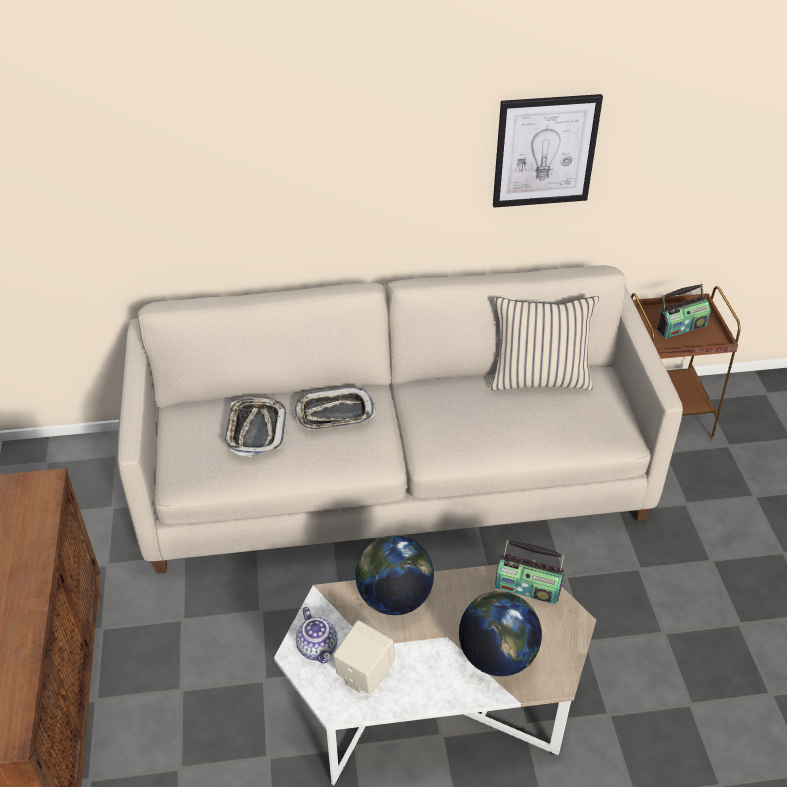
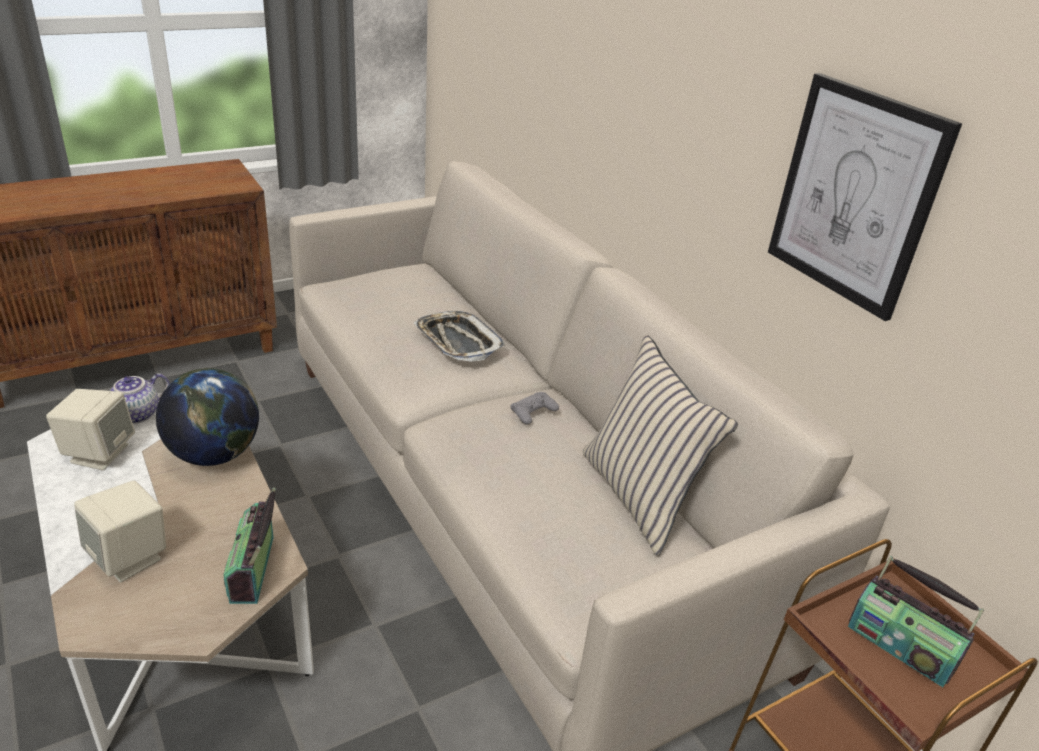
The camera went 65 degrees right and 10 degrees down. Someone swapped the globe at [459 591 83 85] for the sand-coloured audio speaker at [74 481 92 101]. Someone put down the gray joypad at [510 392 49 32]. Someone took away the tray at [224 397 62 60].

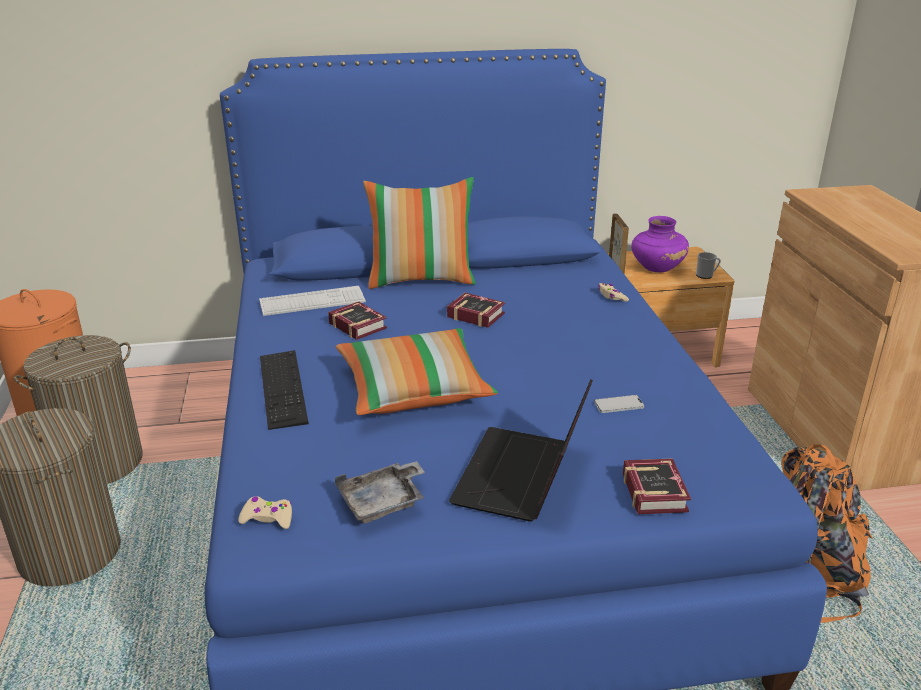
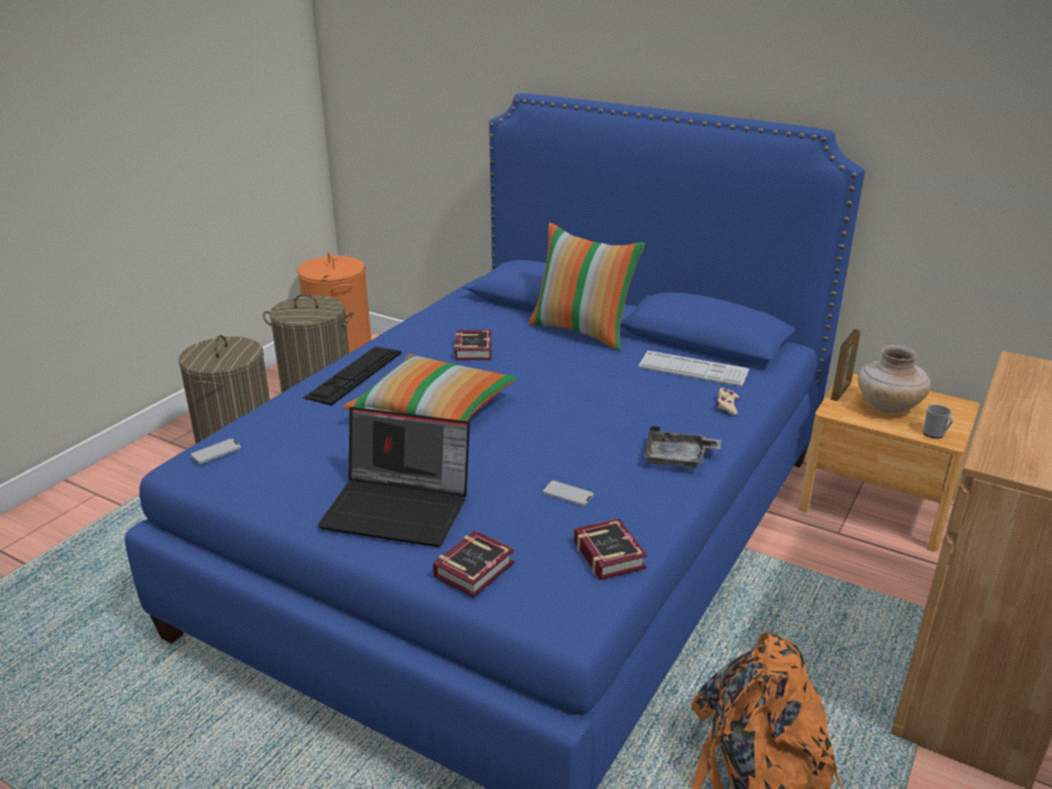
The camera went 40 degrees right and 0 degrees up. Someone swapped the sand-coloured joypad at [238 496 54 33] for the telephone at [190 438 51 26]. Someone rotated the portable computer at [449 379 144 143] by 135 degrees counterclockwise. Someone carried the volume from [447 293 58 35] to [574 518 73 62]. Someone carried the PC keyboard from [259 286 107 30] to [638 351 111 36]. Someone carried the gray tray from [335 461 90 63] to [643 426 78 42]. Someone repainted the purple-coloured vase at [631 216 58 56], which became the sand-coloured vase at [858 345 73 69].

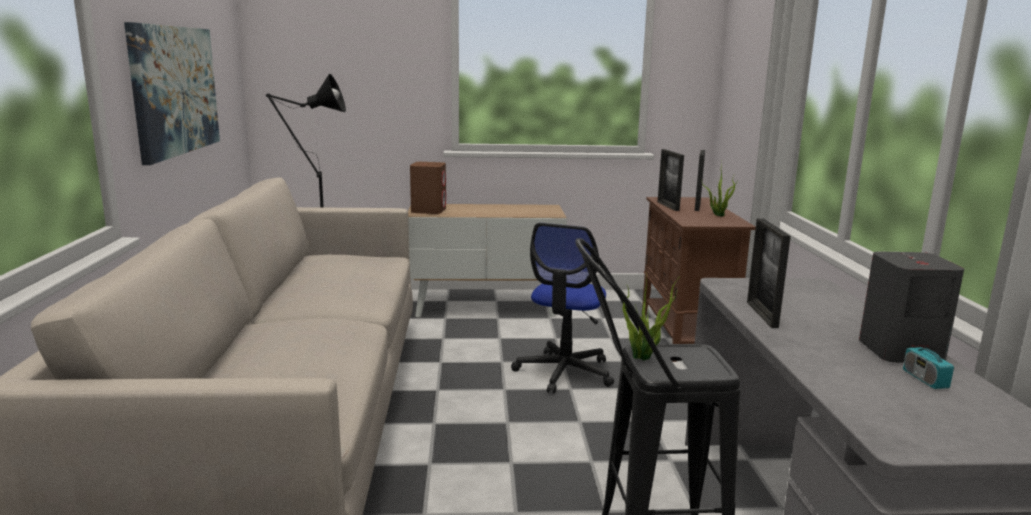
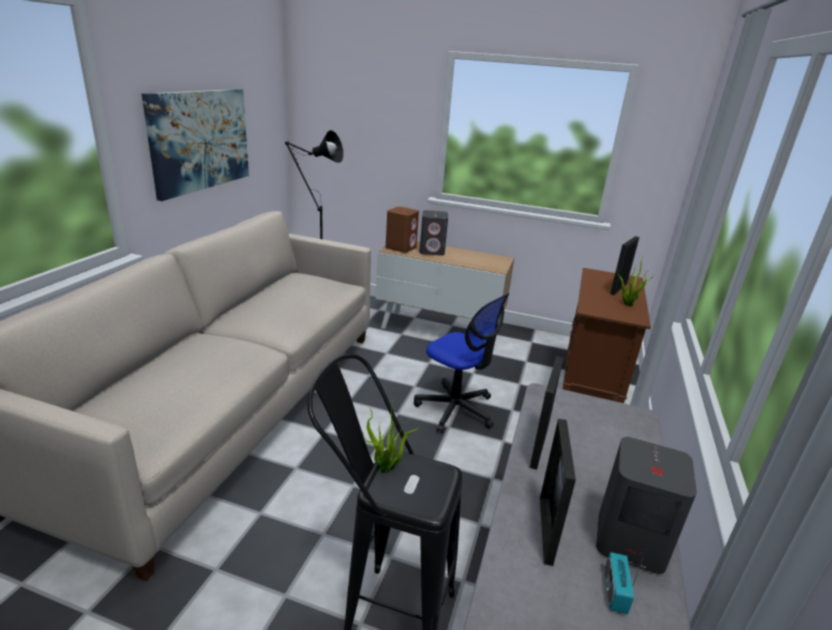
The camera went 20 degrees right and 10 degrees up. Someone rotated the computer chair at [511 223 103 171] by 90 degrees counterclockwise. Someone put down the gray audio speaker at [419 210 29 46]. Someone carried the photo frame from [658 149 26 62] to [540 419 36 147].

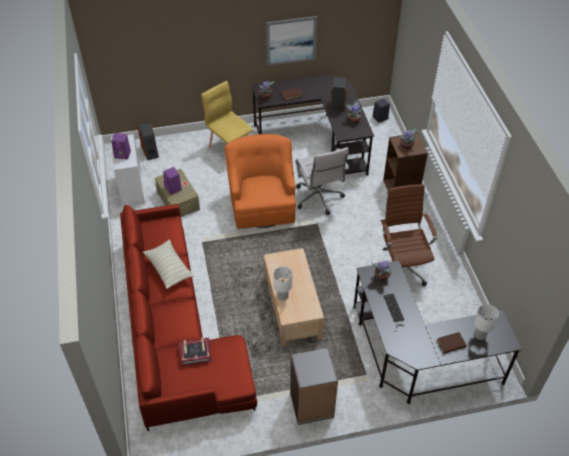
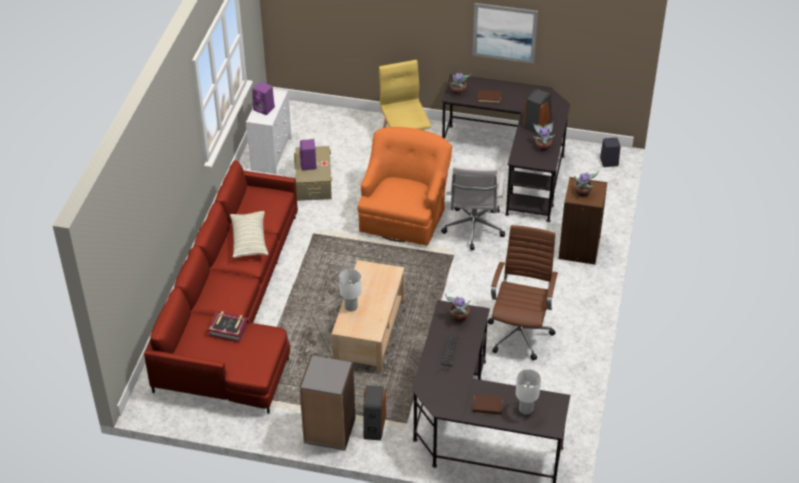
The camera went 25 degrees right and 5 degrees down. Someone carried the audio speaker from [138 122 21 38] to [363 385 23 55].

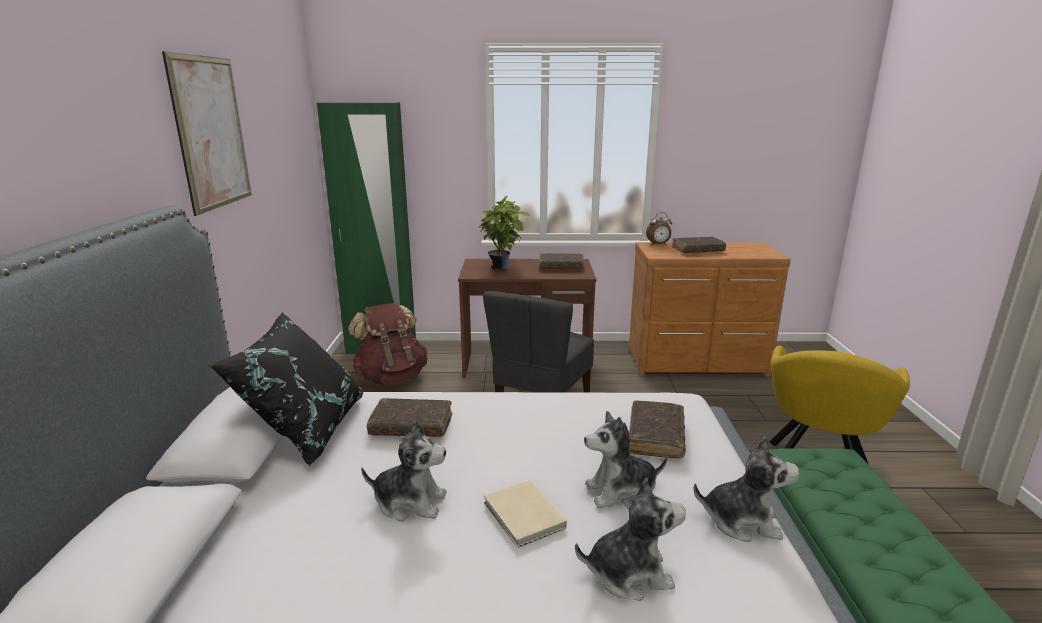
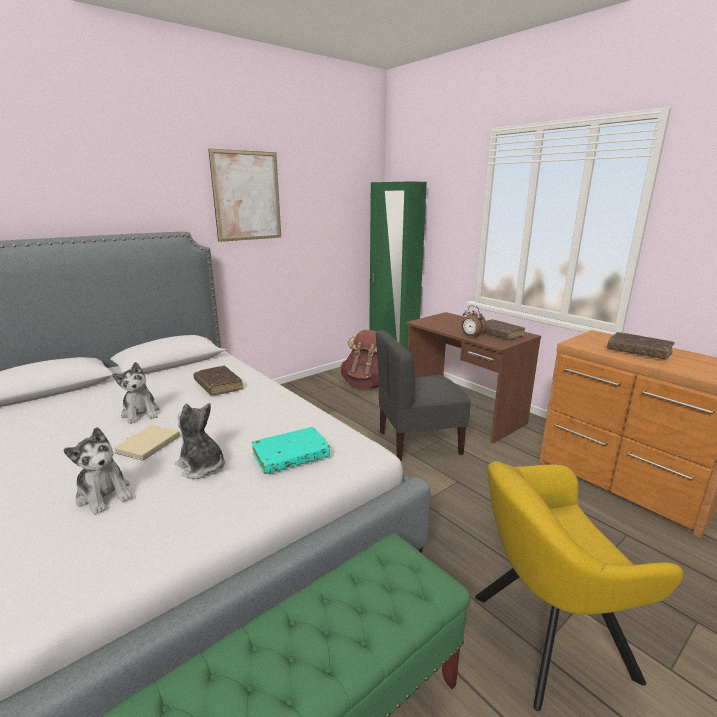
The camera went 50 degrees right and 0 degrees up. Someone repainted the brown volume at [629 400 57 58], which became the turquoise-coloured volume at [251 427 79 47]. Someone carried the bedside clock from [646 212 26 33] to [461 306 25 32]. Someone took away the black throw pillow at [209 312 154 154]. Someone took away the plant in a pot at [479 196 51 74]. Someone took away the cuddly toy at [693 436 107 106].

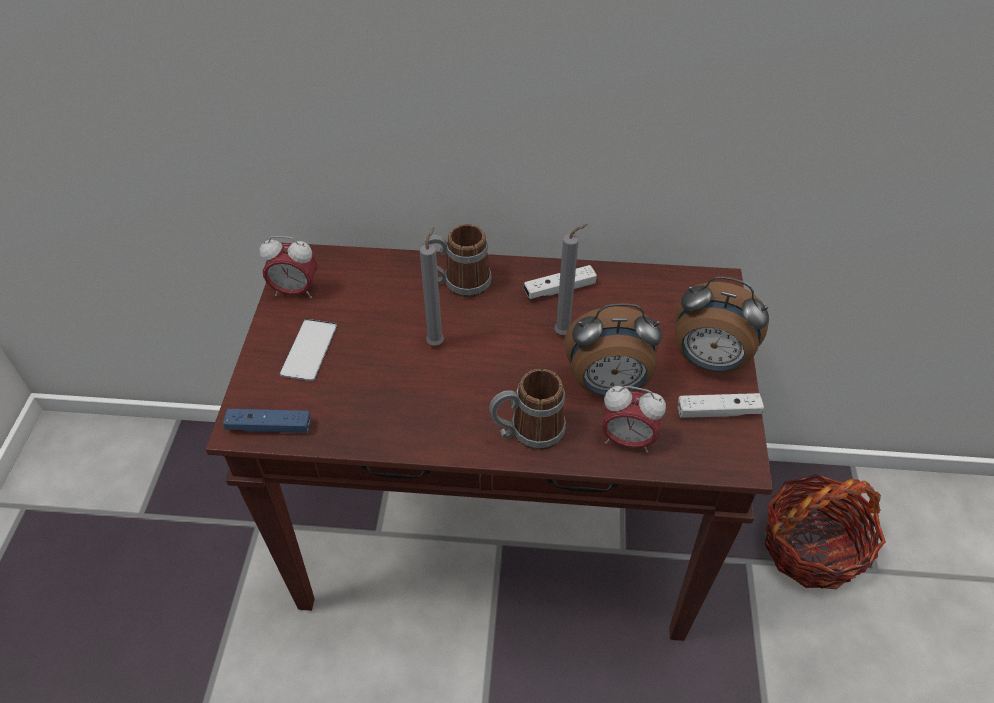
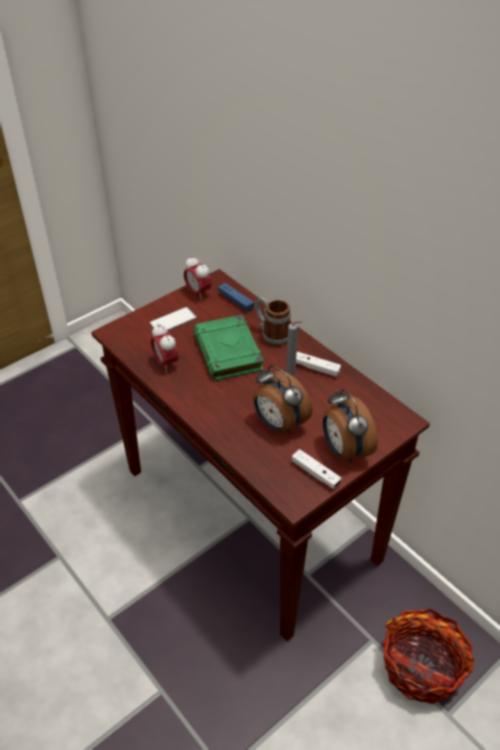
The camera went 45 degrees right and 5 degrees down. Someone carried the bedside clock from [601 386 65 67] to [151 324 27 48]. Someone swapped the gray wax light at [420 227 24 119] for the green volume at [193 315 71 66]. Someone carried the blue-coloured joypad from [223 409 88 24] to [218 283 36 29]. Someone took away the coffee mug at [489 369 77 82].

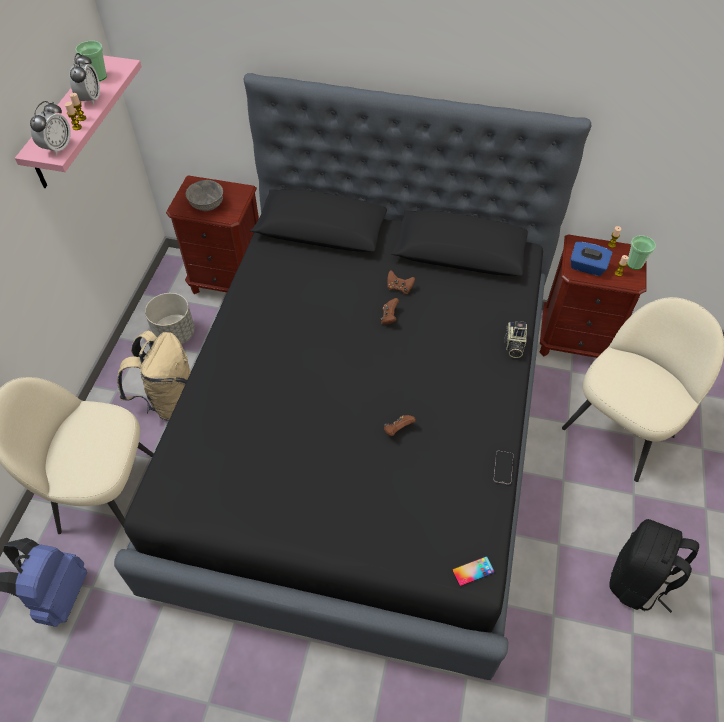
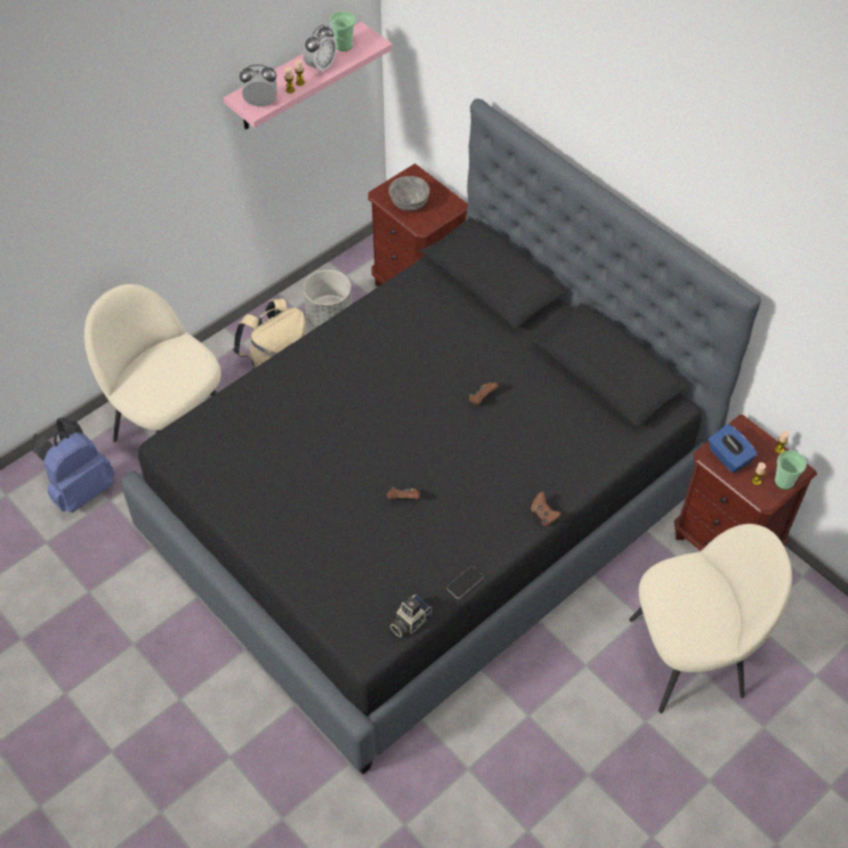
The camera went 35 degrees right and 0 degrees up. Someone rotated the bedside clock at [30 101 41 55] by 150 degrees counterclockwise. Someone carried the still camera from [504 321 23 37] to [390 595 42 42]. Someone carried the brown joypad from [387 270 28 24] to [531 492 31 34]. Someone took away the telephone at [452 556 43 30]. Someone took away the black backpack at [609 519 90 94].

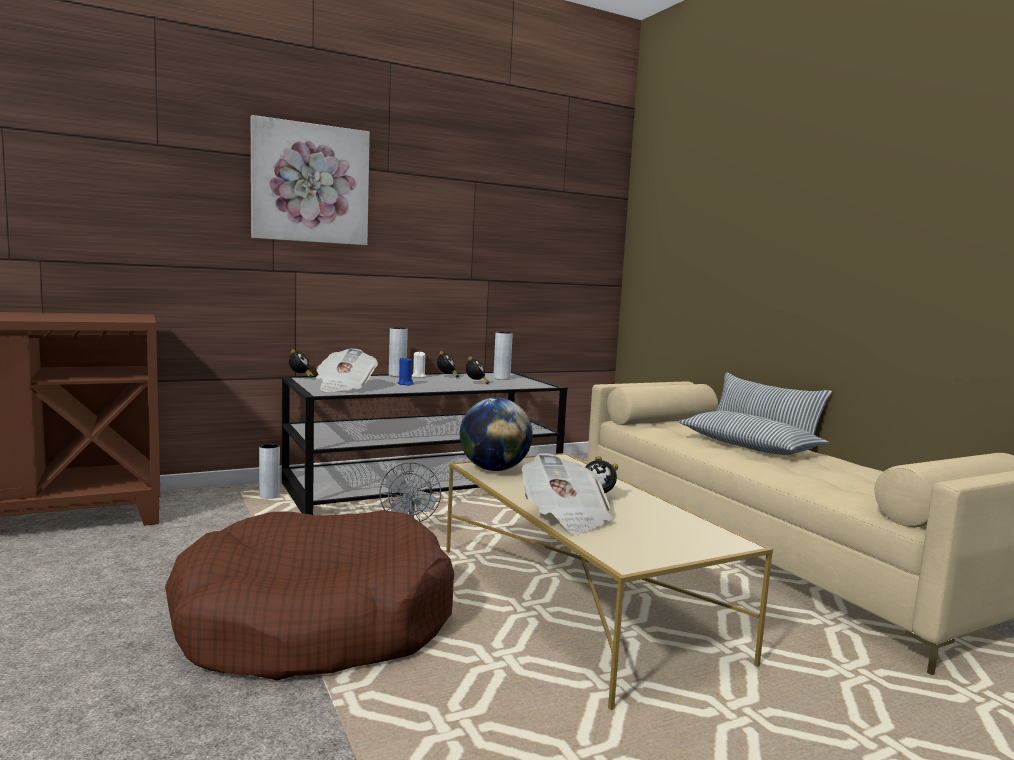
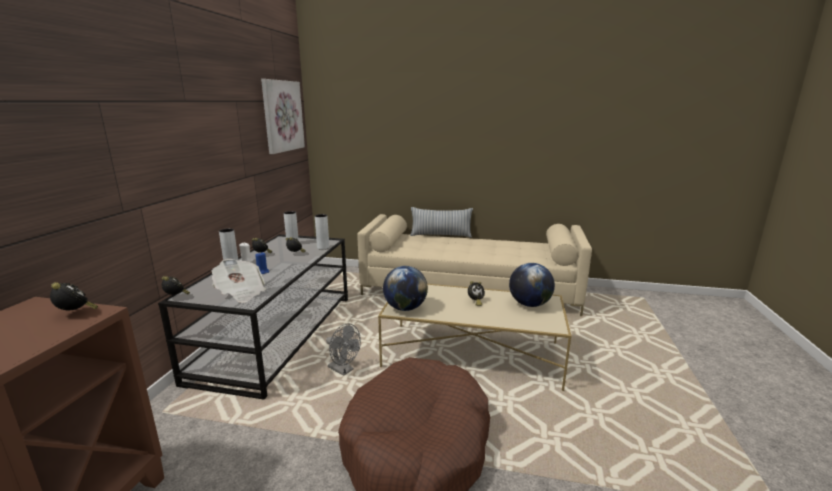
The camera went 50 degrees left and 10 degrees up. Someone put down the bedside clock at [50 282 48 28]. Someone carried the wall art from [251 115 119 130] to [261 79 44 75]. Someone carried the gray vase from [259 444 21 55] to [315 214 14 35]. Someone put down the globe at [509 263 46 44]. Someone took away the printed paper at [522 453 91 83]. Someone took away the throw pillow at [678 411 151 44].

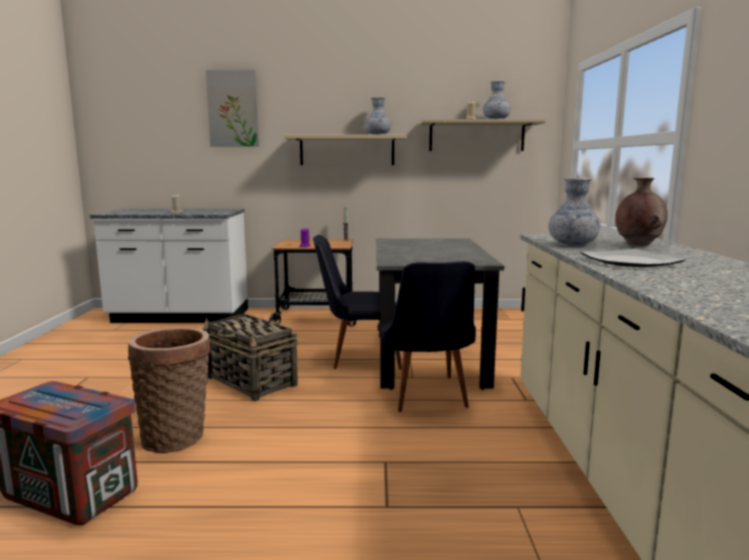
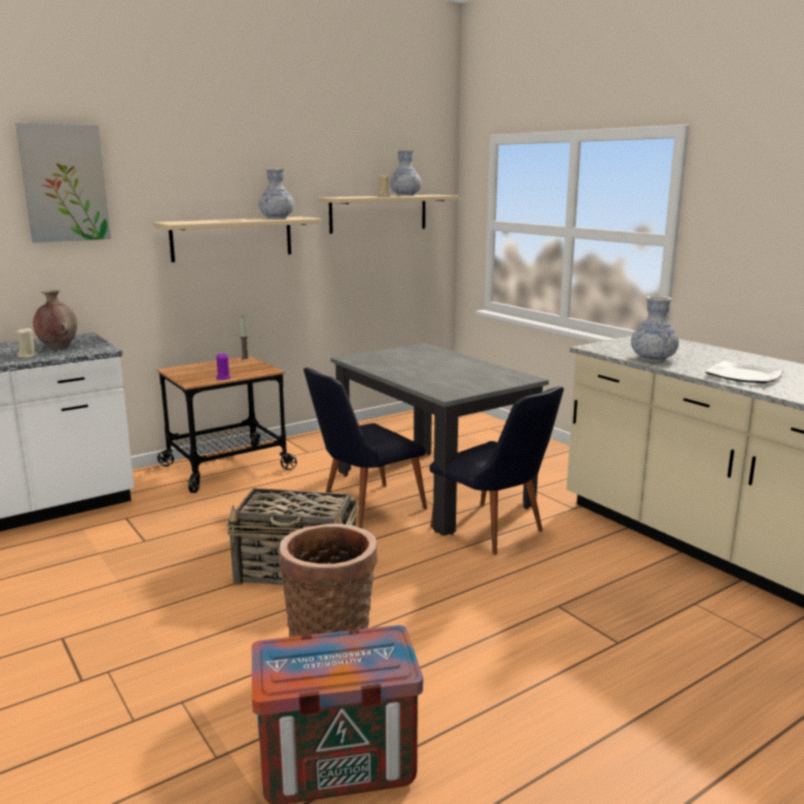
The camera went 35 degrees left and 5 degrees up. Someone carried the brown vase from [615 178 53 68] to [33 290 44 59].

